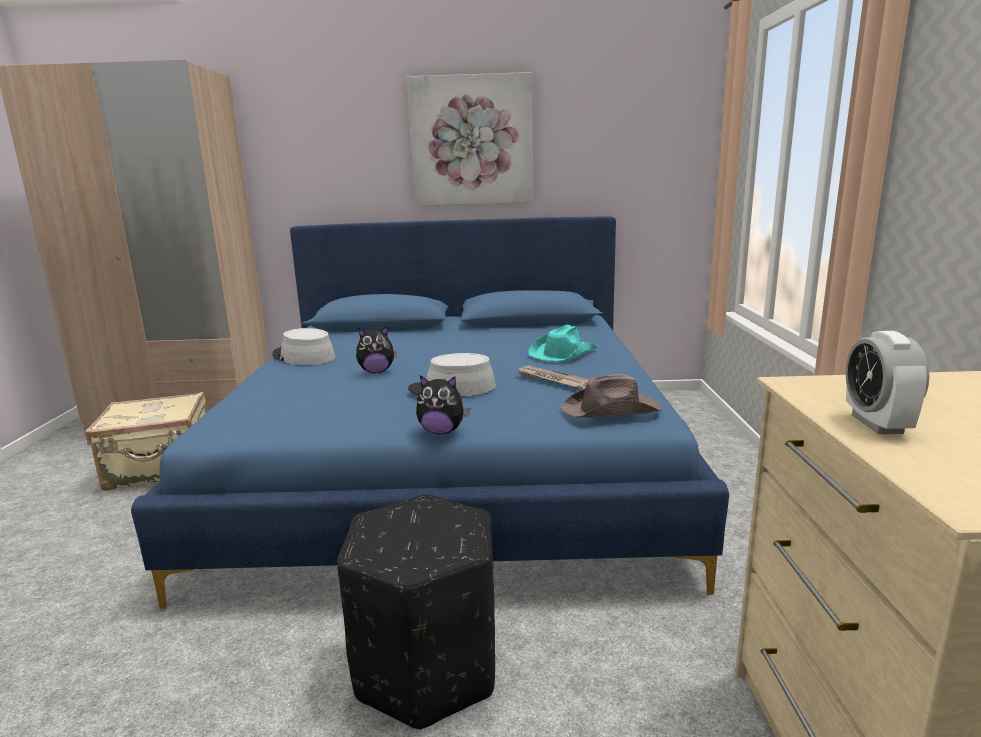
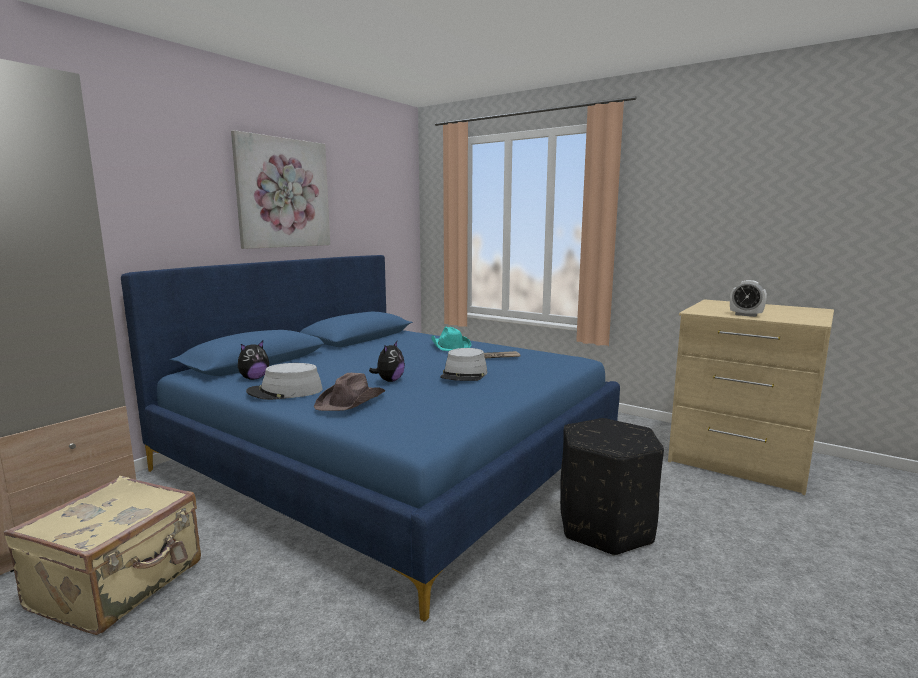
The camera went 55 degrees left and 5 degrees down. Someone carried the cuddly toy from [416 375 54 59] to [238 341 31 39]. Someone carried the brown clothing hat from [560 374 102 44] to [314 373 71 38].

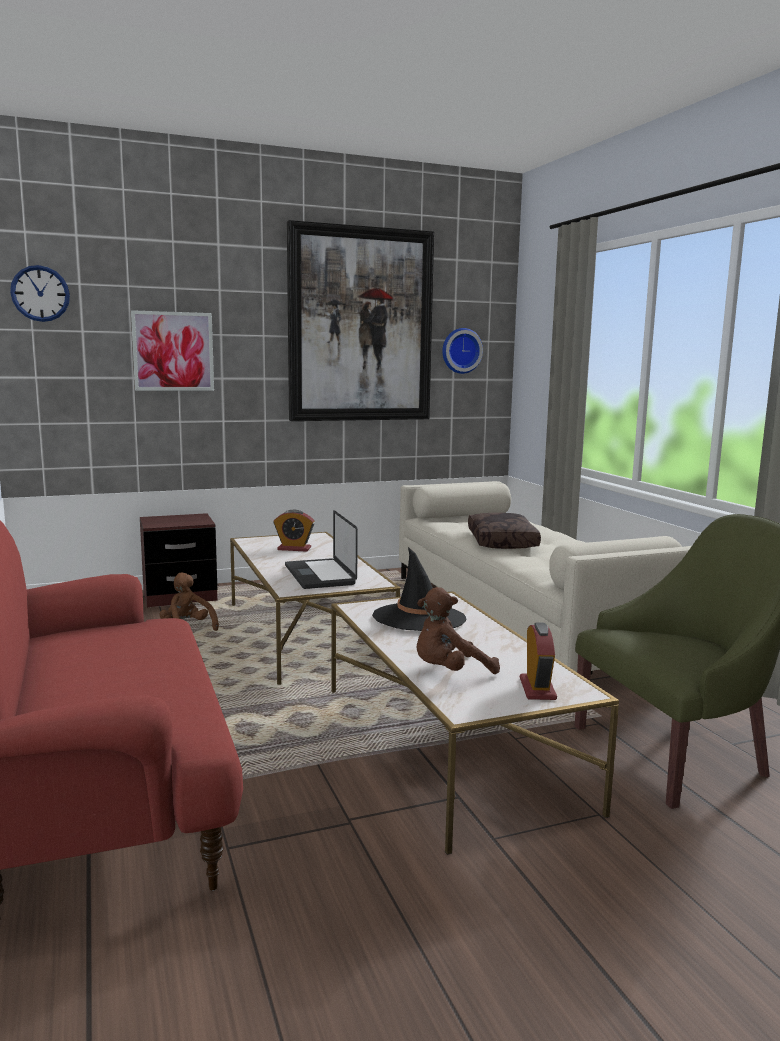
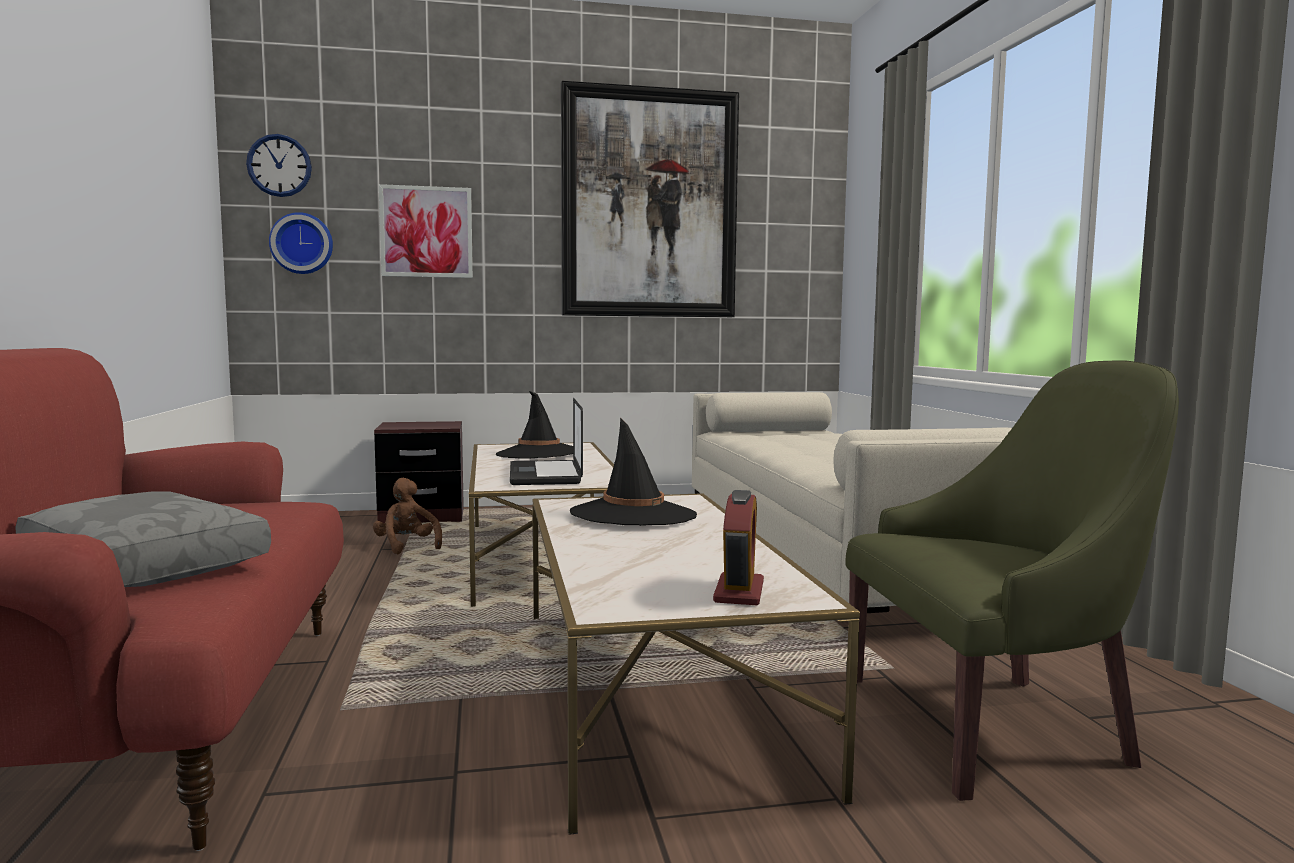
The camera went 10 degrees right and 5 degrees down. Someone put down the gray throw pillow at [15 492 256 95]. Someone carried the clock on the wall from [442 328 41 46] to [269 212 64 62]. Someone swapped the bedside clock at [273 510 42 42] for the black clothing hat at [496 390 77 69]. Someone took away the brown cuddly toy at [416 587 84 87]. Someone took away the brown throw pillow at [468 513 73 36].

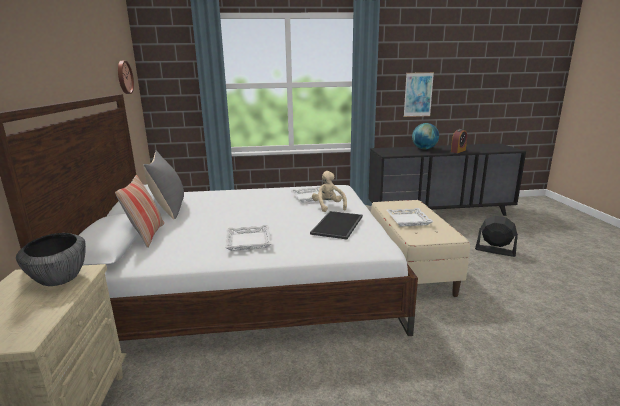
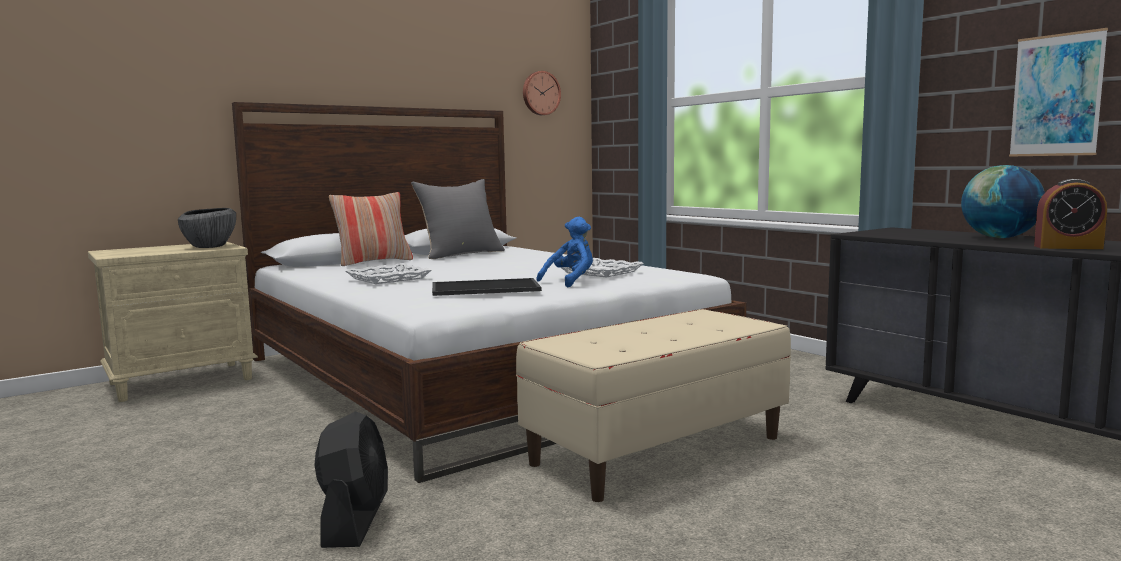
The camera went 60 degrees right and 10 degrees down. Someone carried the black cooling fan from [475 216 43 41] to [314 411 74 137]. Someone repainted the sand-coloured cuddly toy at [312 171 35 41], which became the blue-coloured cuddly toy at [537 217 56 70]. Someone took away the white tray at [387 208 46 19].

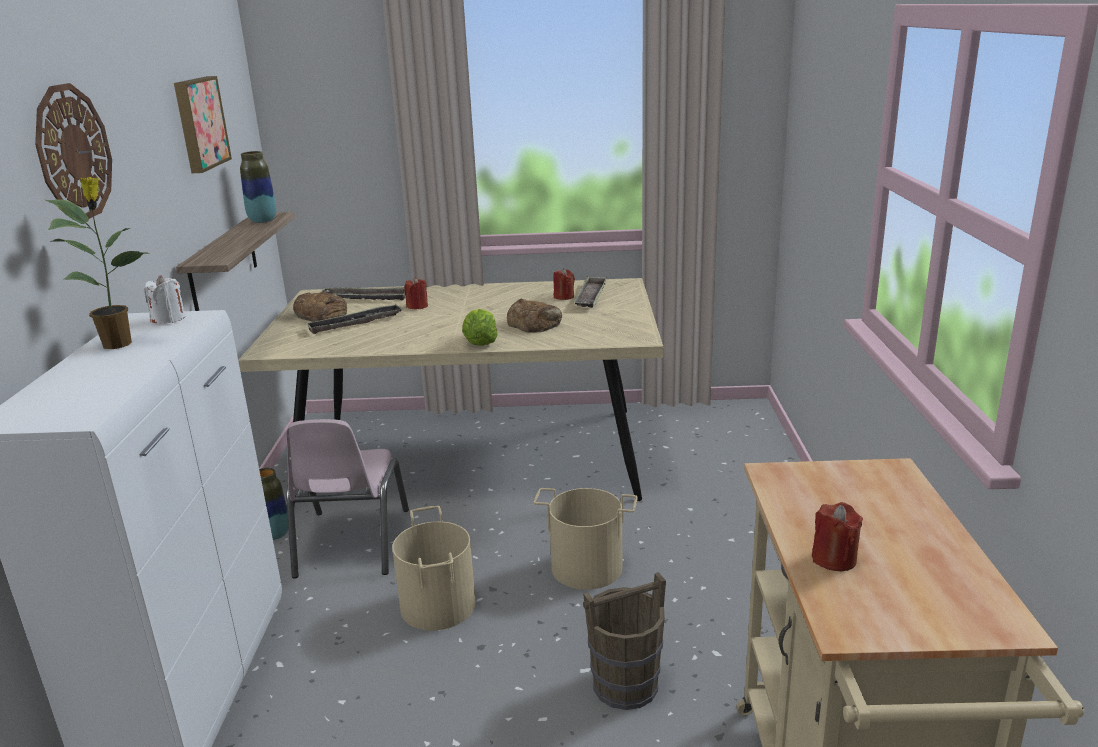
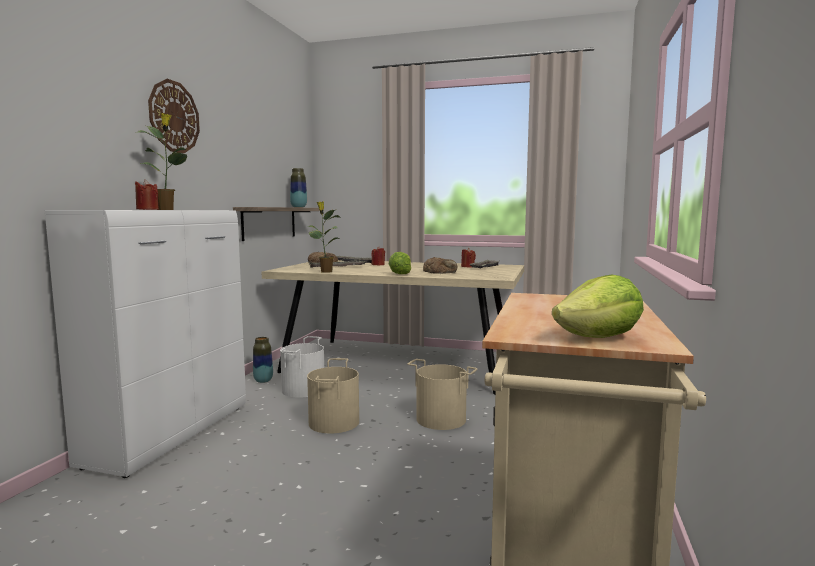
The camera went 15 degrees right and 15 degrees down. Someone carried the red wax light from [812 502 51 69] to [135 179 24 31]. Someone swapped the pinkish upright chair at [286 419 123 160] for the white water bucket at [280 336 44 62]. Someone put down the plant in a pot at [307 202 34 71]. Someone put down the lettuce at [552 275 92 63]. Someone took away the white wax light at [144 275 41 49]. Someone took away the wall art at [174 76 58 97]. Someone took away the brown water bucket at [583 572 83 138].

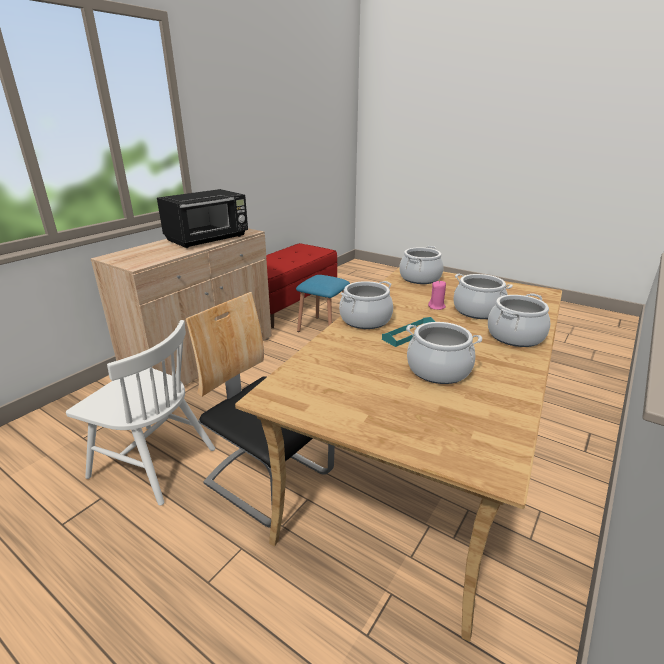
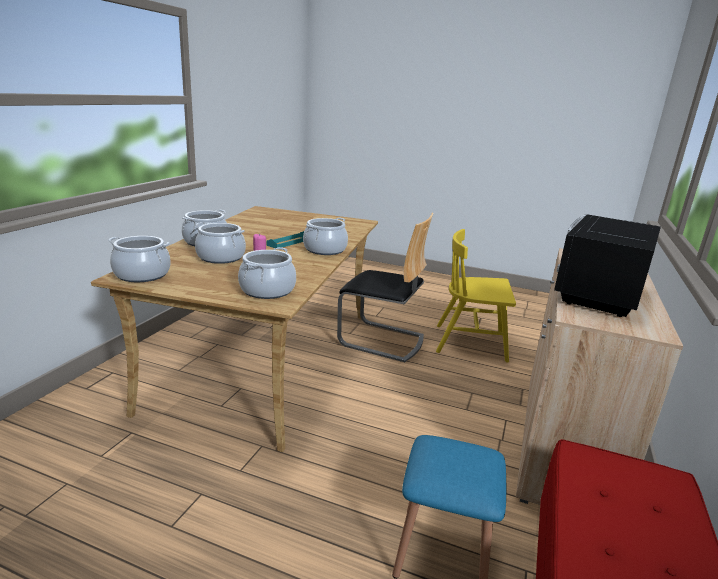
The camera went 165 degrees right and 5 degrees down. Someone carried the saucepot from [406 322 76 62] to [108 236 63 46]. Someone repainted the white upright chair at [66 320 149 186], which became the yellow upright chair at [436 229 80 133].

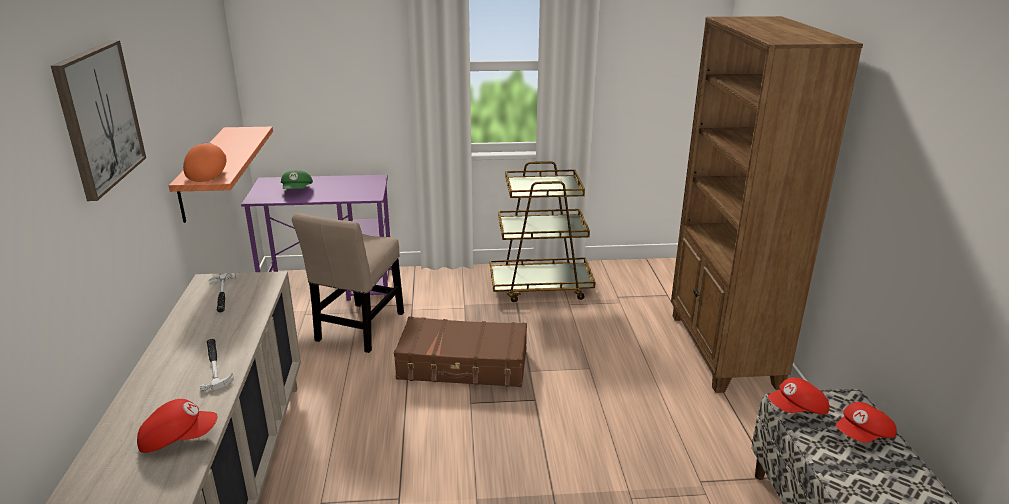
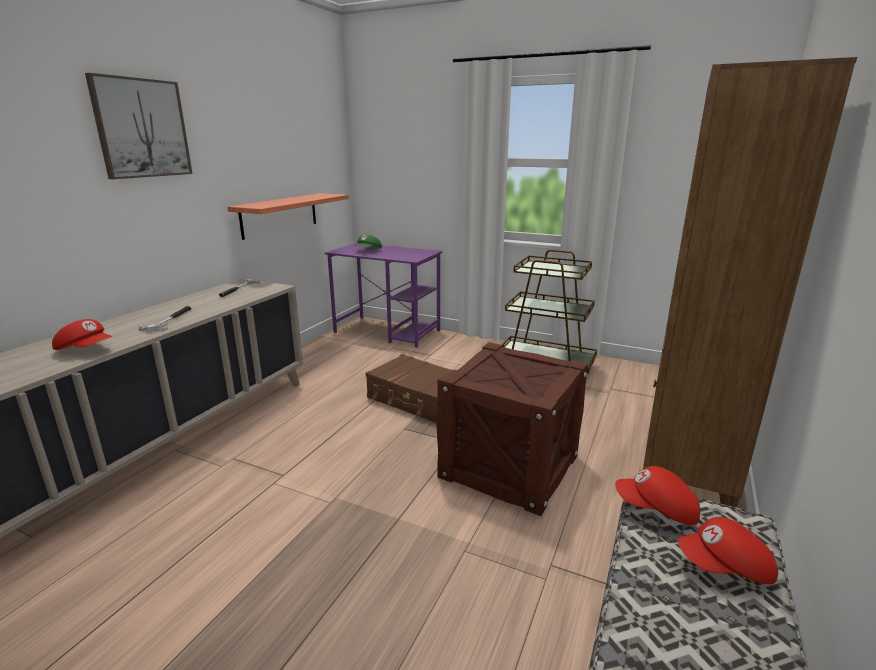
The camera went 30 degrees right and 5 degrees down. Someone put down the packing crate at [436 342 152 174]. Someone took away the orangey baseball cap at [183 142 43 40]. Someone took away the sand-coloured upright chair at [292 213 112 140].

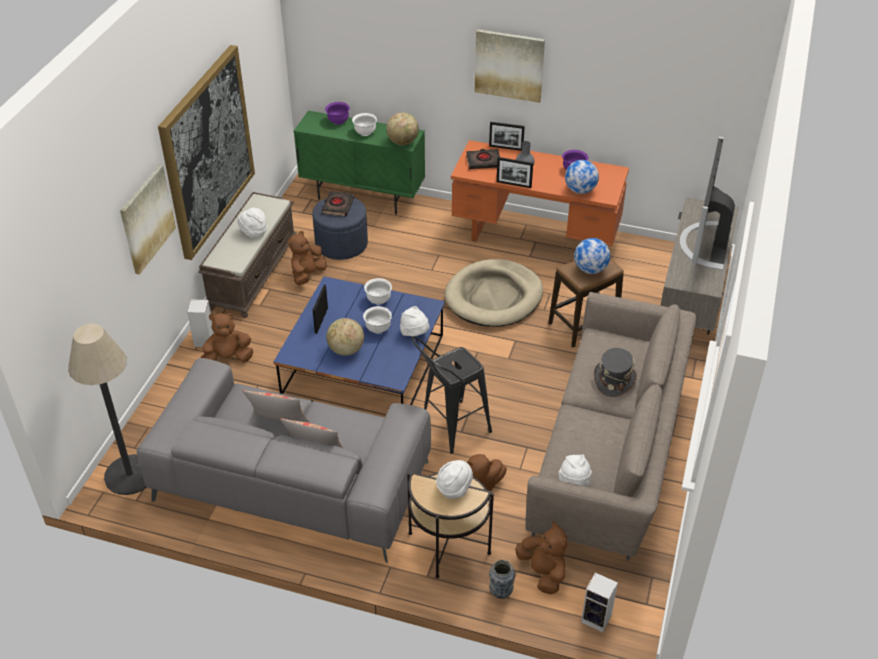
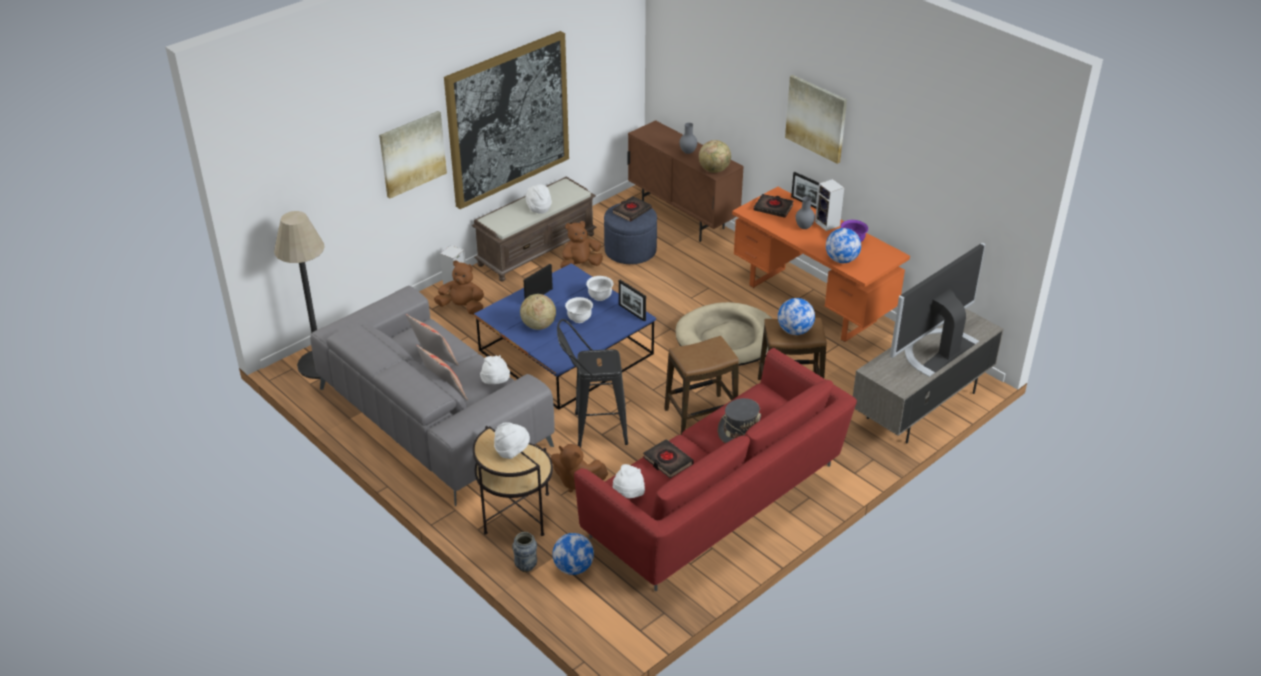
The camera went 30 degrees right and 5 degrees down. Someone carried the white clothing hat from [400 306 30 30] to [480 355 30 29]. Someone swapped the brown cuddly toy at [515 522 52 72] for the globe at [553 533 41 42]. Someone repainted the sand-coloured sofa at [525 292 171 269], which became the red sofa at [574 348 283 243]. Someone carried the photo frame from [497 157 36 31] to [619 280 27 42]. Someone repainted the green cupboard at [294 111 131 103], which became the brown cupboard at [627 120 117 122]. Someone put down the black volume at [643 439 51 39]. Someone put down the stool seat at [664 336 75 99]. Someone swapped the white bowl at [352 113 25 23] for the gray vase at [679 123 18 31]. Someone carried the audio speaker from [581 572 37 60] to [815 179 29 52]. Someone took away the purple-coloured bowl at [325 102 25 23].

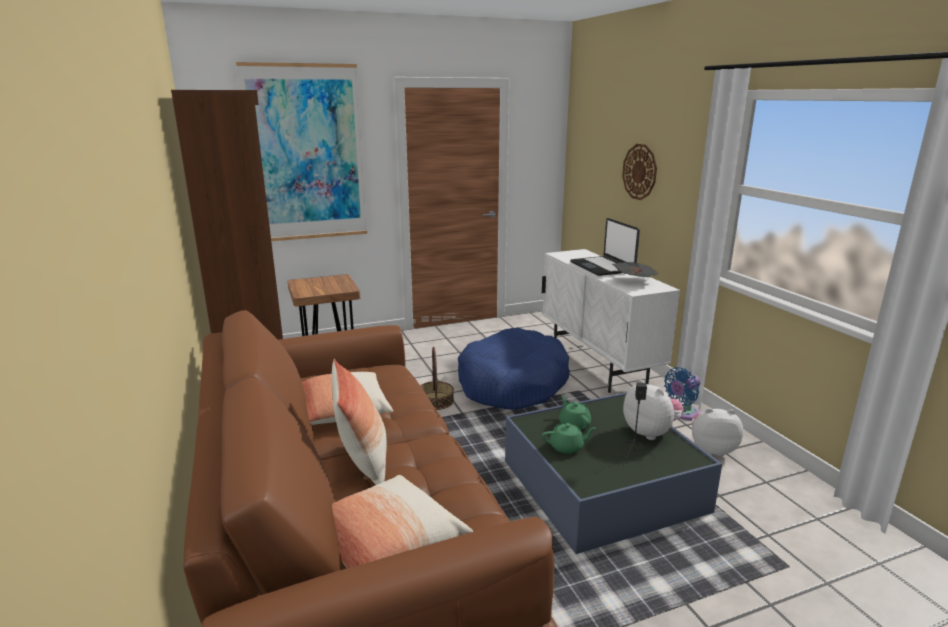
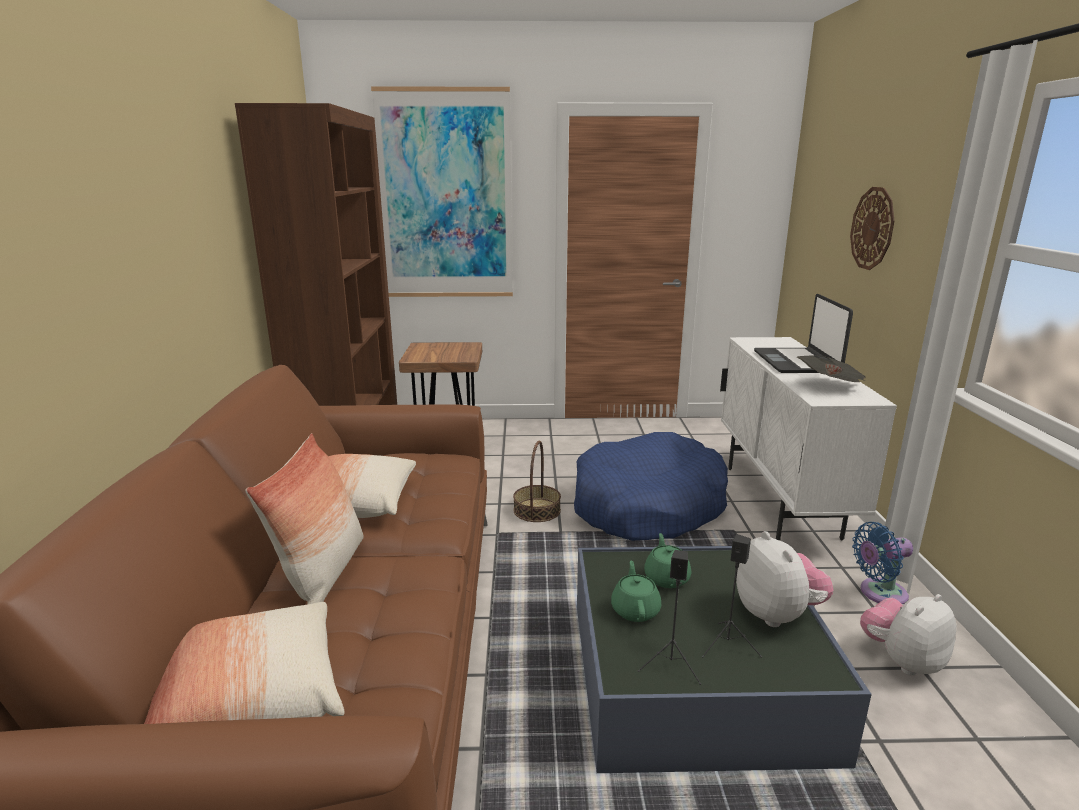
The camera went 20 degrees right and 0 degrees up. Someone rotated the green pot for tea at [542 423 54 31] by 105 degrees counterclockwise. Someone put down the black audio speaker at [638 550 63 135]. Someone rotated the cuddly toy at [692 408 52 48] by 60 degrees counterclockwise.

